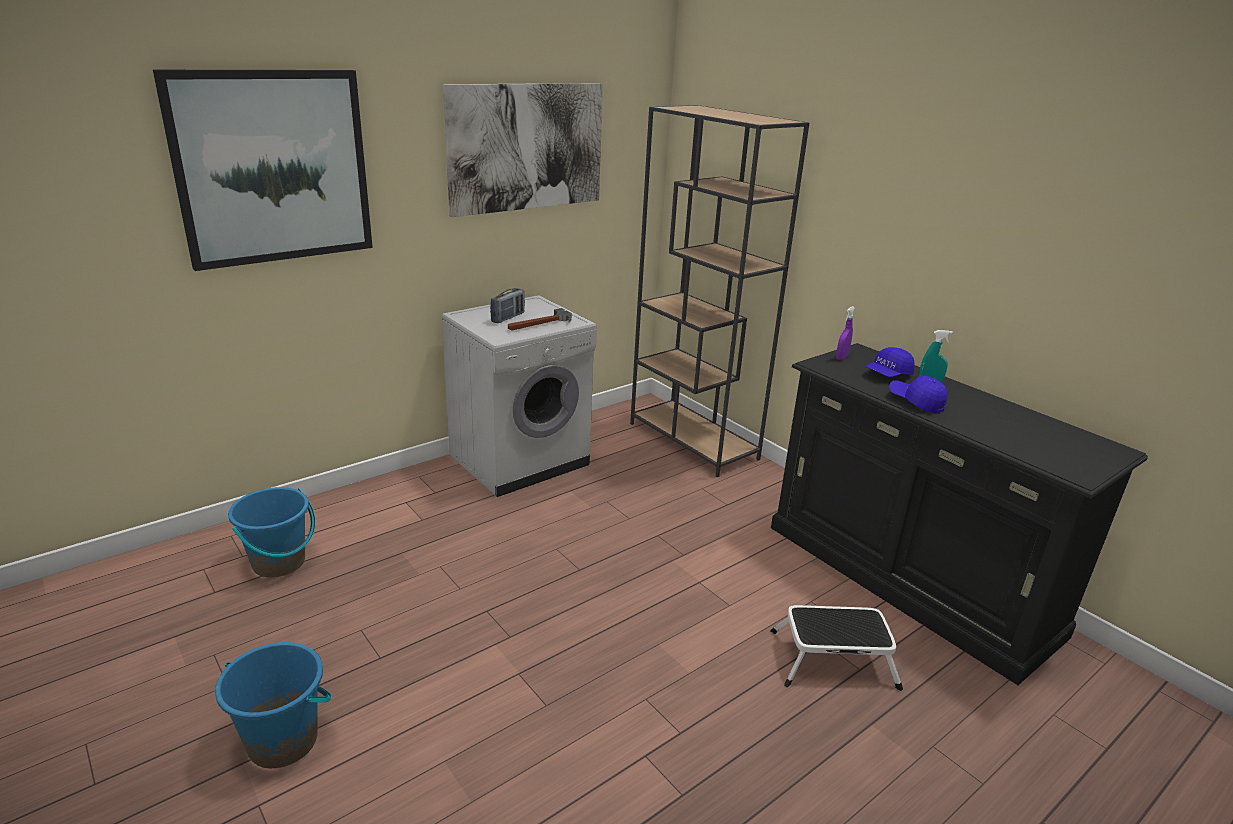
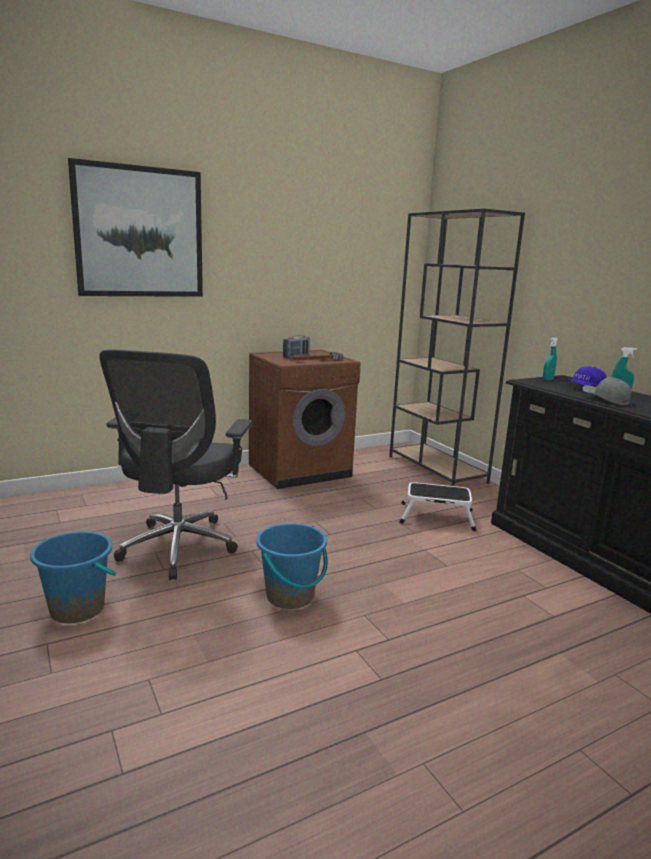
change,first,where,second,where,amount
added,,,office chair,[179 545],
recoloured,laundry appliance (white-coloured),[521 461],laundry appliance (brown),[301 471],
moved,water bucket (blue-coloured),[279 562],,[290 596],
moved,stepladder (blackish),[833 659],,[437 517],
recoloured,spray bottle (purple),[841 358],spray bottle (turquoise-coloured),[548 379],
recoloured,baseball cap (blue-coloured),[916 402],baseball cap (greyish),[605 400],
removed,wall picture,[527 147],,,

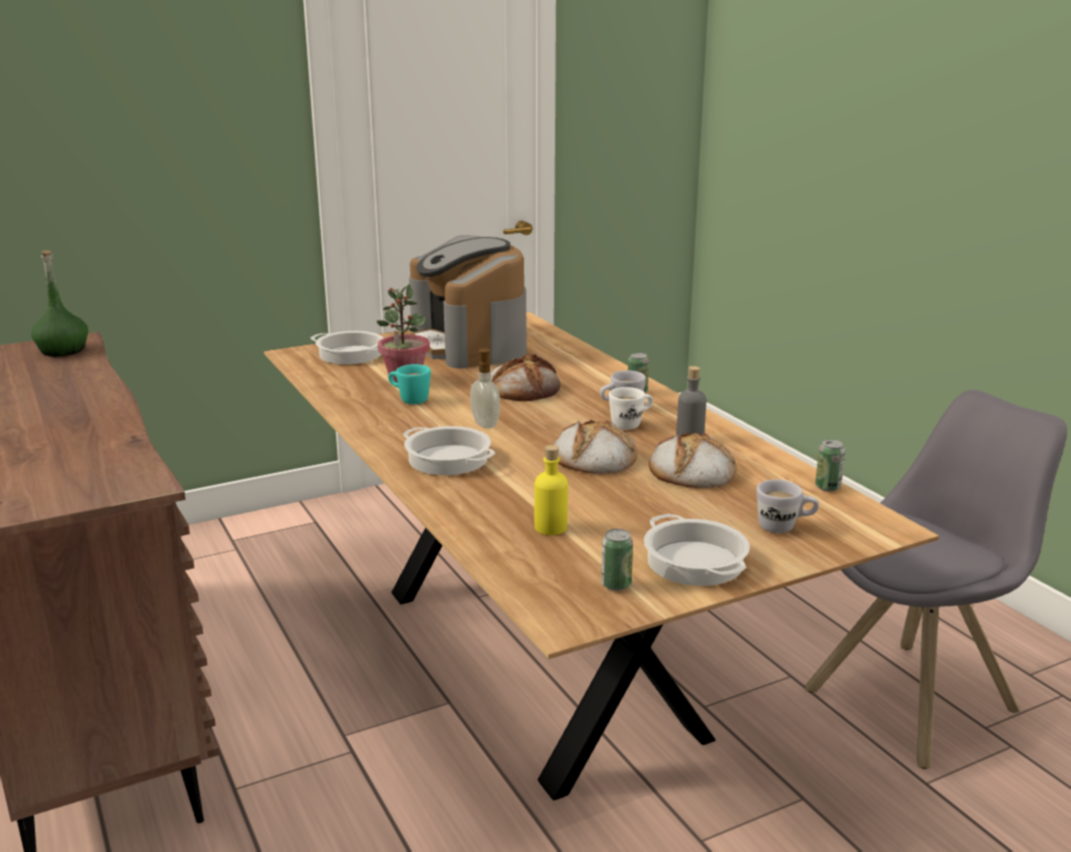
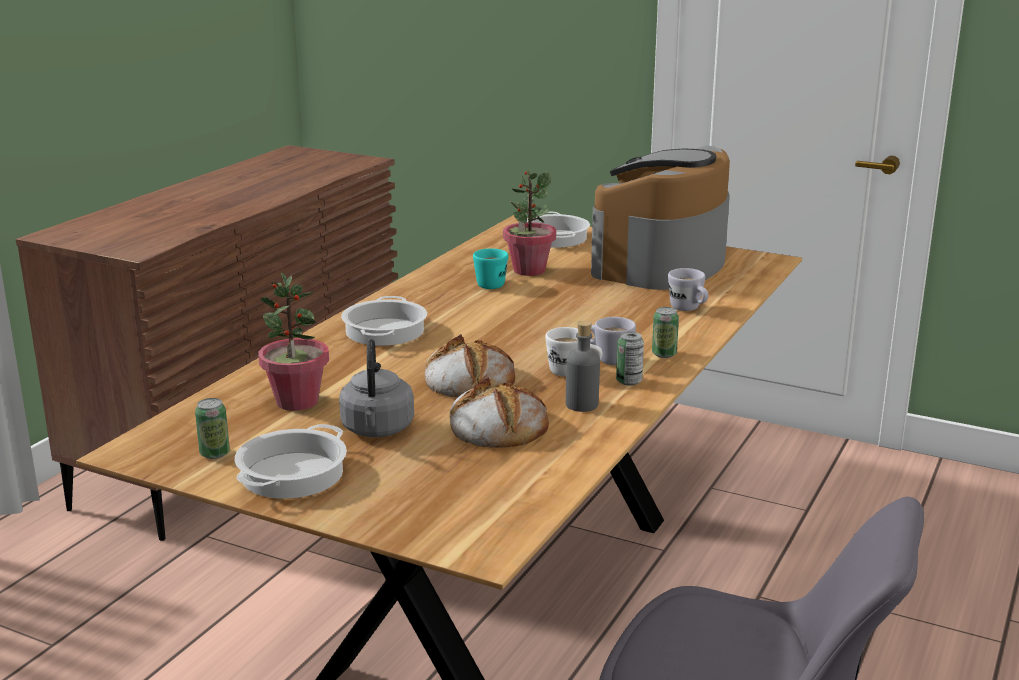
change,first,where,second,where,amount
replaced,drink bottle (yellow-coloured),[550 527],plant in a pot,[297 402],
added,,,kettle (greyish),[377 430],
moved,sealed can,[827 487],,[629 381],
moved,mug (white-coloured),[784 527],,[689 309],
removed,drink bottle (greenish),[63 350],,,
removed,liquid soap bottle,[484 424],,,
removed,baked bread,[524 388],,,

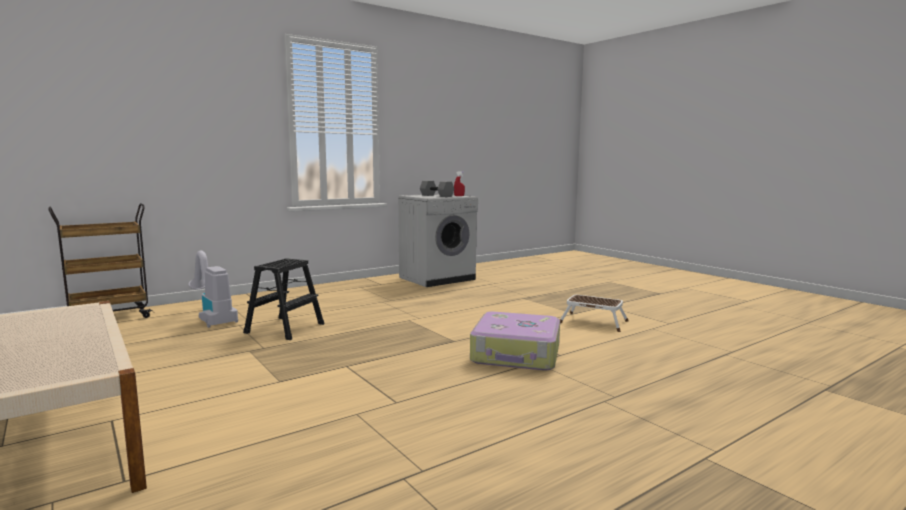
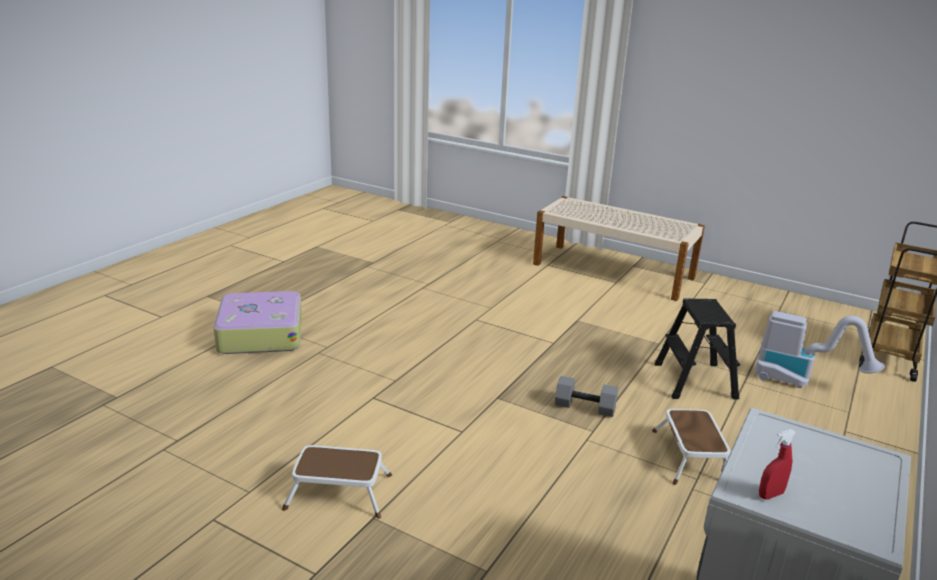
change,first,where,second,where,amount
moved,piece of luggage,[516 354],,[260 334],
moved,dumbbell (greyish),[436 196],,[585 406],
added,,,stepladder (brown),[691 457],

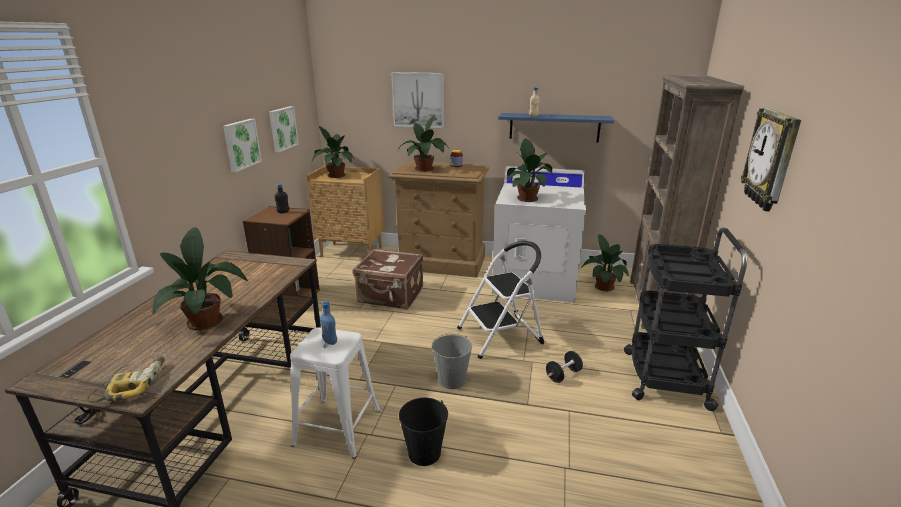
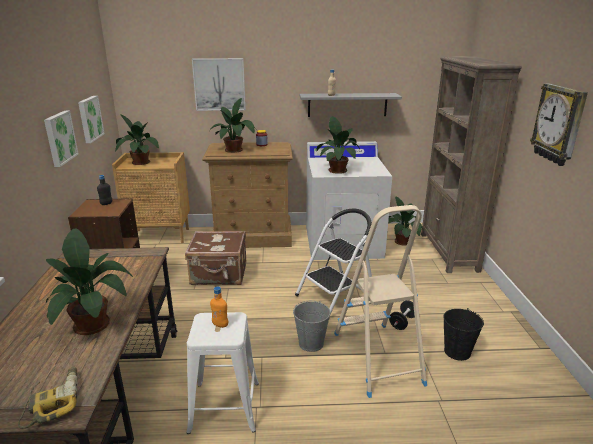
change,first,where,second,where,amount
recoloured,drink bottle (blue-coloured),[330 342],drink bottle (orange),[220 325],
recoloured,shelf (blue-coloured),[554 127],shelf (greyish),[347 105],
added,,,stepladder (sand-coloured),[376 356],
moved,water bucket (blackish),[424 452],,[457 351],
removed,wheeled cart (blackish),[665 378],,,

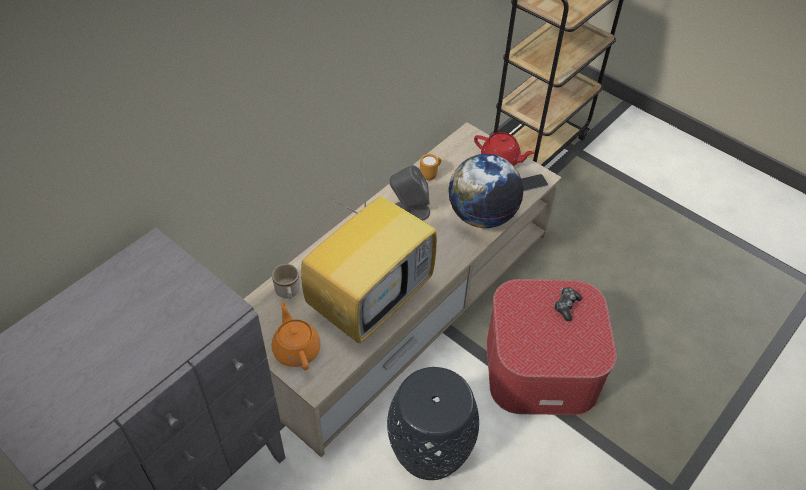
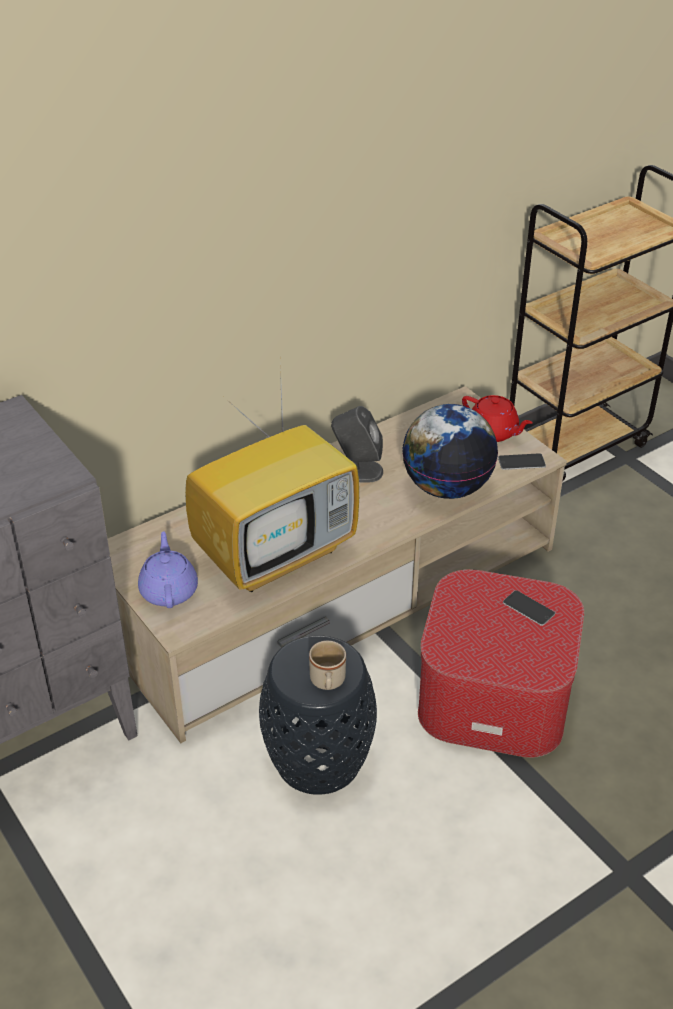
change,first,where,second,where,amount
recoloured,tea pot (orange),[296 349],tea pot (purple),[169 590],
moved,mug (sand-coloured),[288 293],,[327 683],
replaced,gamepad,[566 306],telephone,[528 608],
removed,mug (orange),[430 175],,,

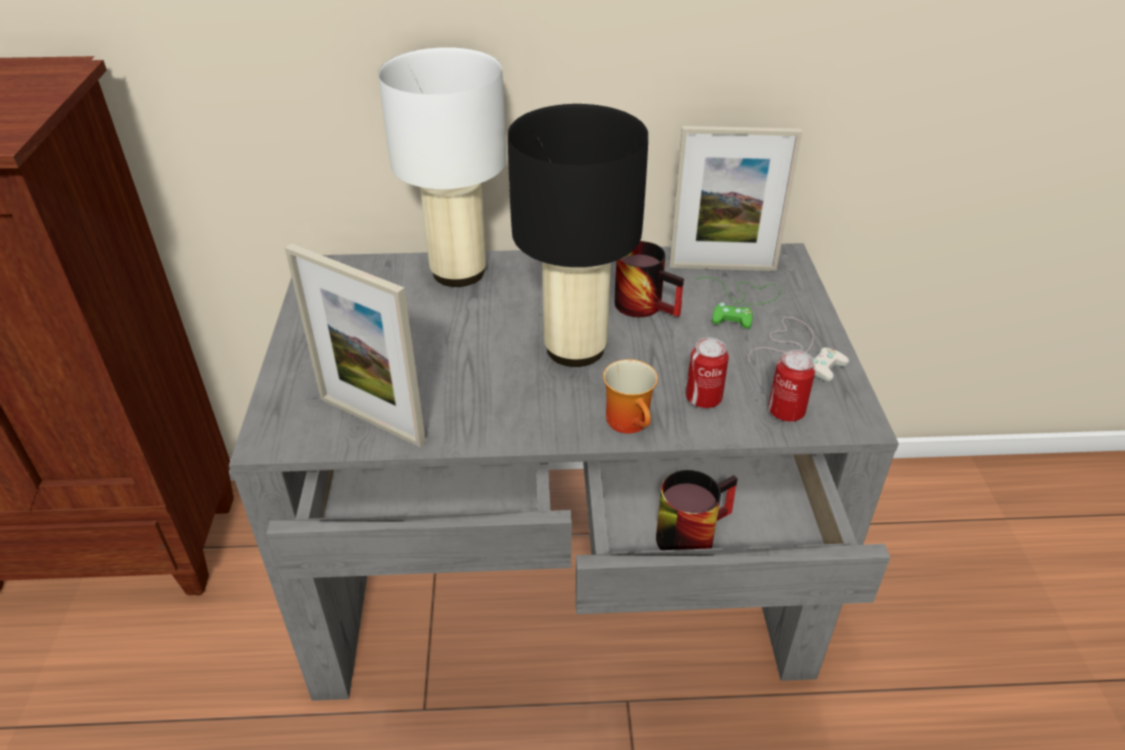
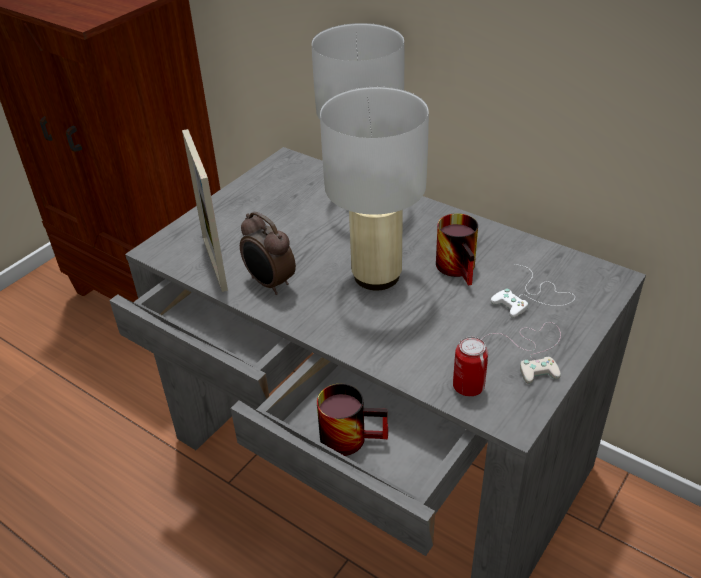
change,first,where,second,where,amount
added,,,table clock,[269 283],
recoloured,table lamp (blackish),[576 350],table lamp (white-coloured),[376 277],
recoloured,gamepad (greenish),[741 303],gamepad (white-coloured),[532 297],
removed,mug,[632 422],,,
removed,photo frame,[722 267],,,
removed,sealed can,[703 398],,,

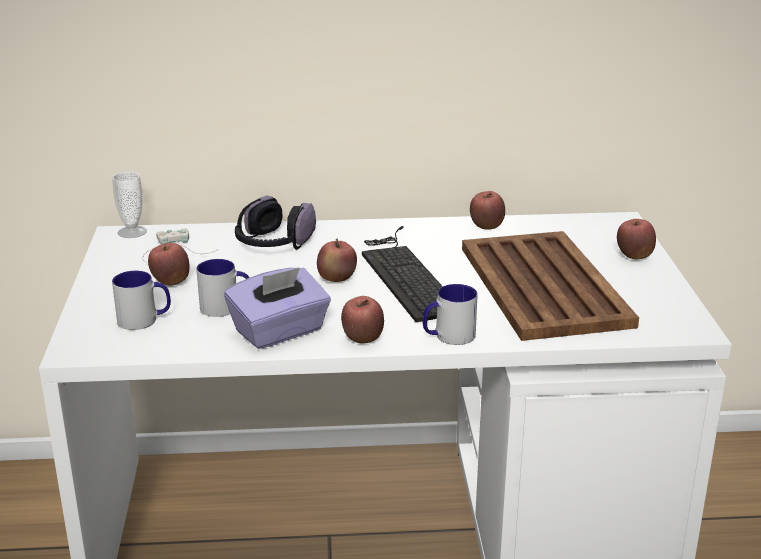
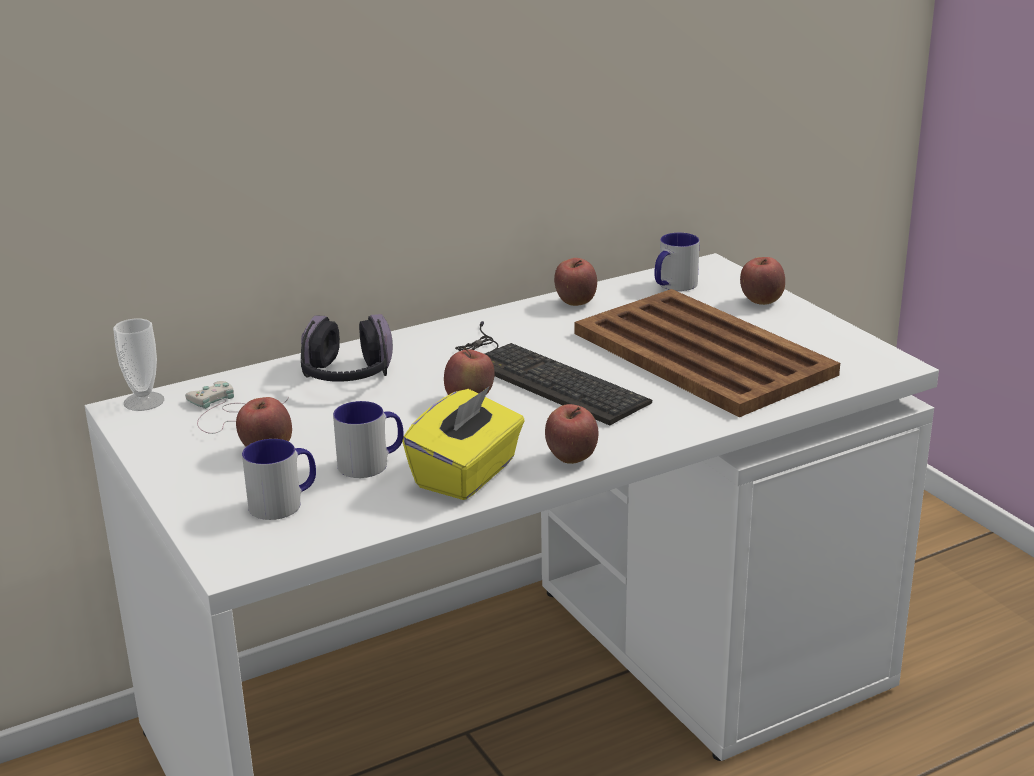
change,first,where,second,where,amount
recoloured,tissue holder (purple),[280 332],tissue holder (yellow-coloured),[467 474],
moved,mug,[448 336],,[673 286],

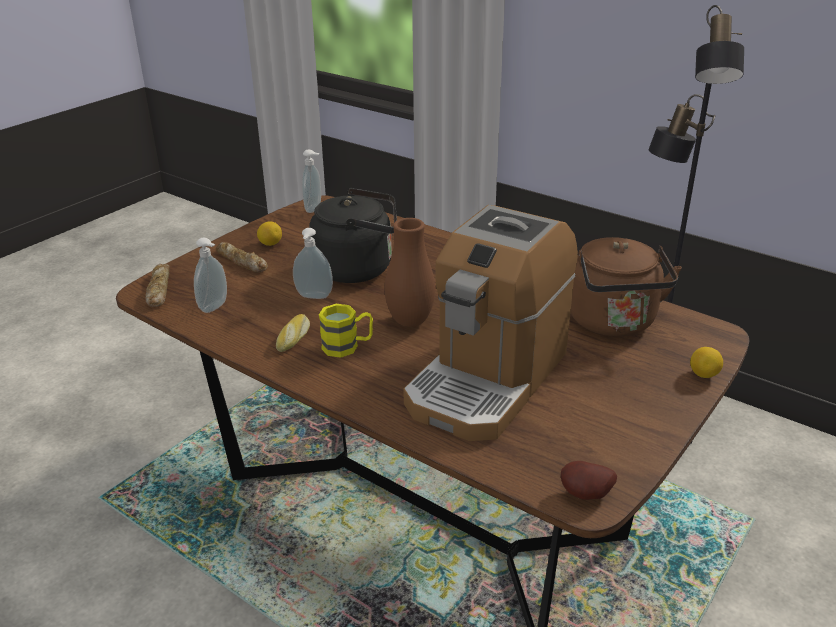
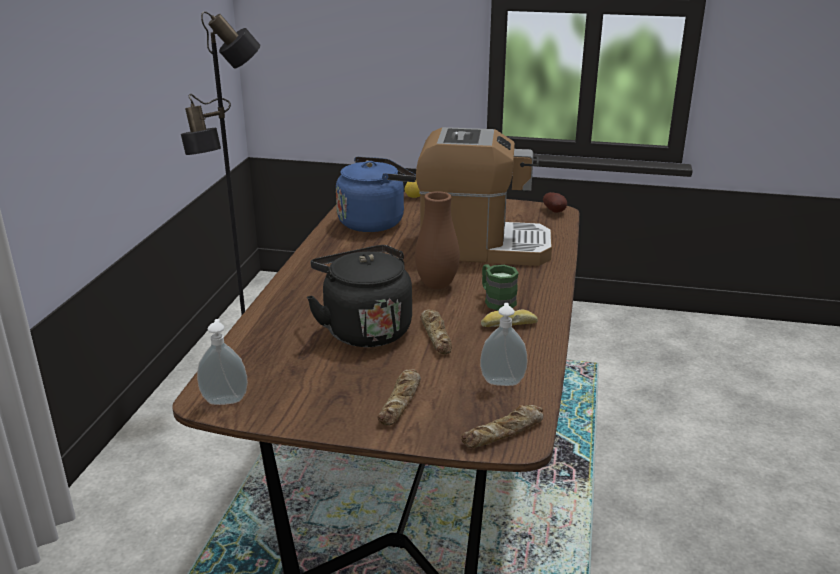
change,first,where,second,where,amount
recoloured,kettle (brown),[614 323],kettle (blue-coloured),[374 222],
replaced,liquid soap bottle,[313 297],baked bread,[437 336],
recoloured,mug (yellow-coloured),[347 346],mug (greenish),[496 300],
removed,lemon,[270 244],,,

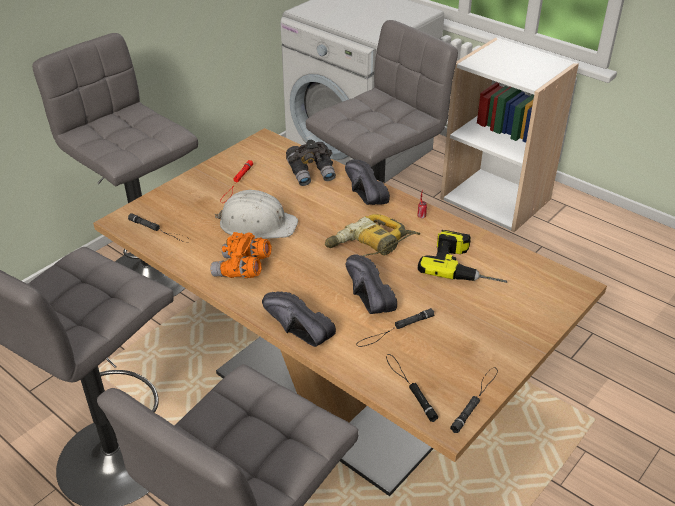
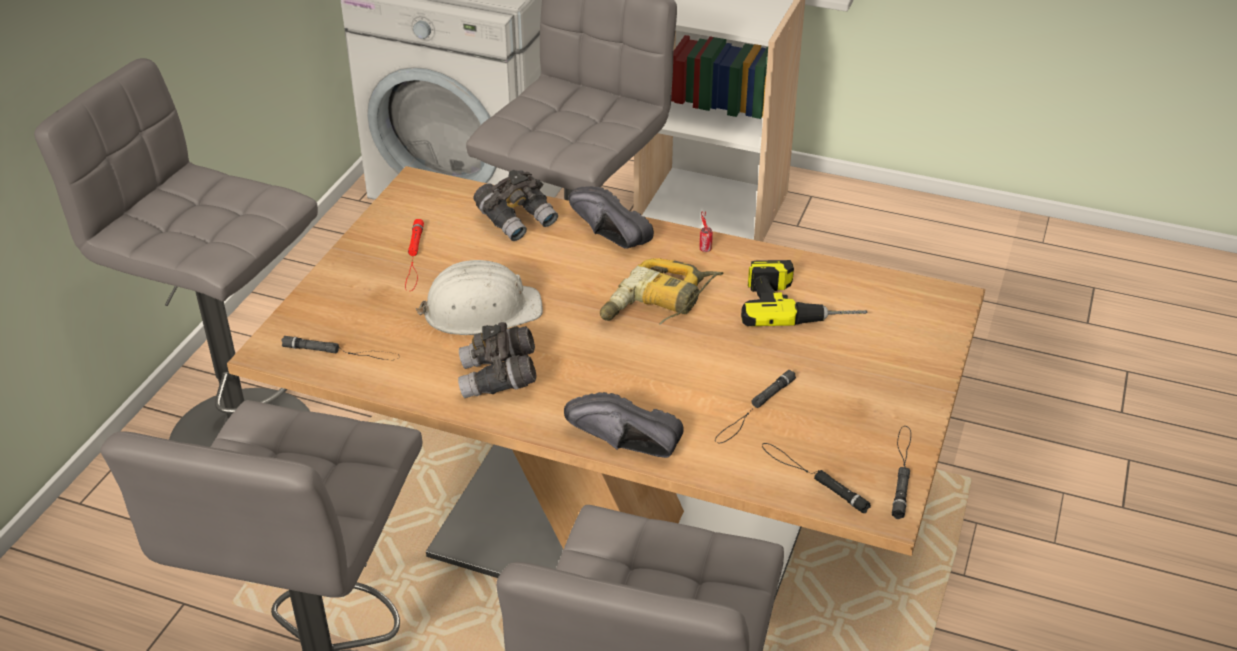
change,first,where,second,where,amount
recoloured,pair of binoculars (orange),[242 269],pair of binoculars (greyish),[499 379],
removed,item of footwear (blackish),[364 296],,,

